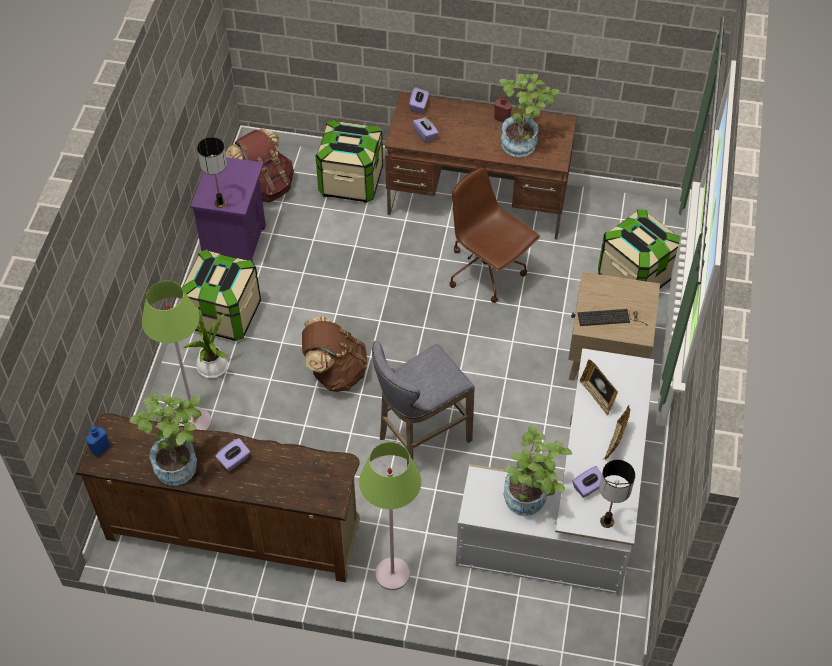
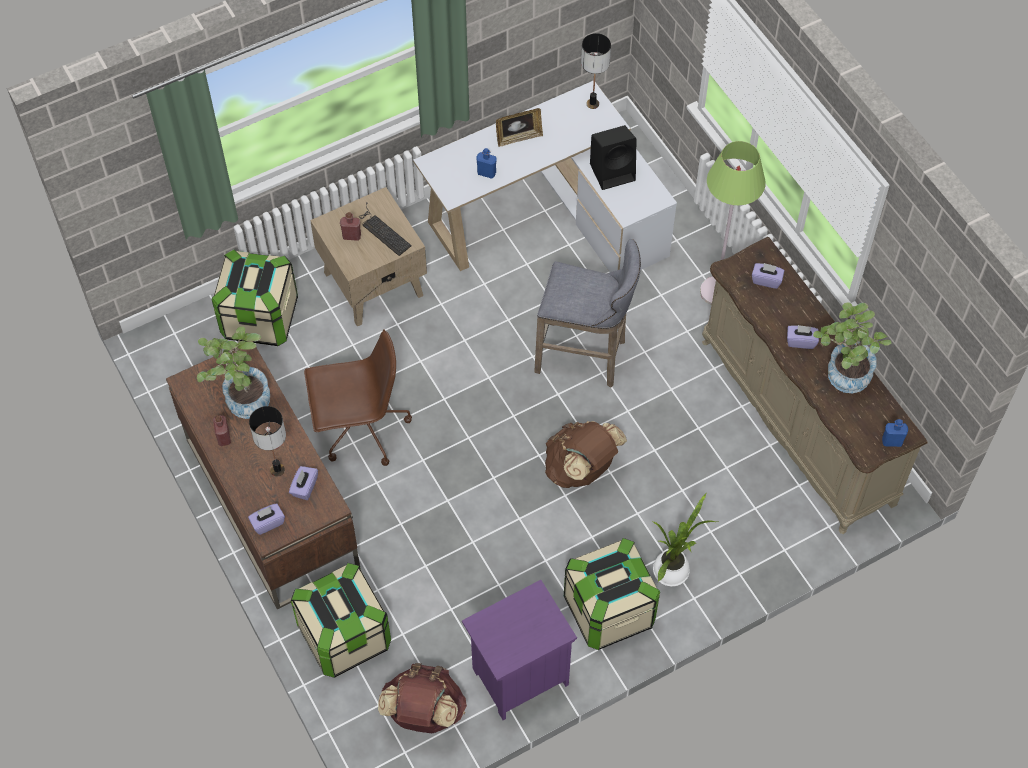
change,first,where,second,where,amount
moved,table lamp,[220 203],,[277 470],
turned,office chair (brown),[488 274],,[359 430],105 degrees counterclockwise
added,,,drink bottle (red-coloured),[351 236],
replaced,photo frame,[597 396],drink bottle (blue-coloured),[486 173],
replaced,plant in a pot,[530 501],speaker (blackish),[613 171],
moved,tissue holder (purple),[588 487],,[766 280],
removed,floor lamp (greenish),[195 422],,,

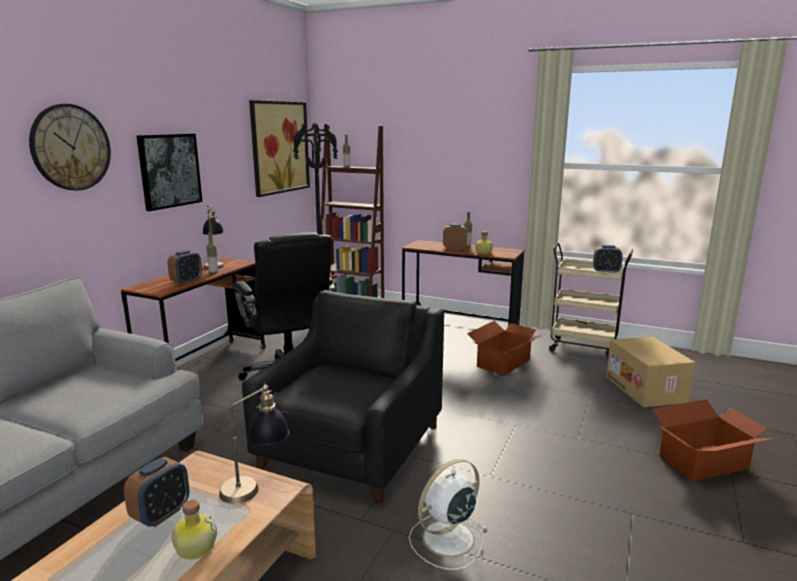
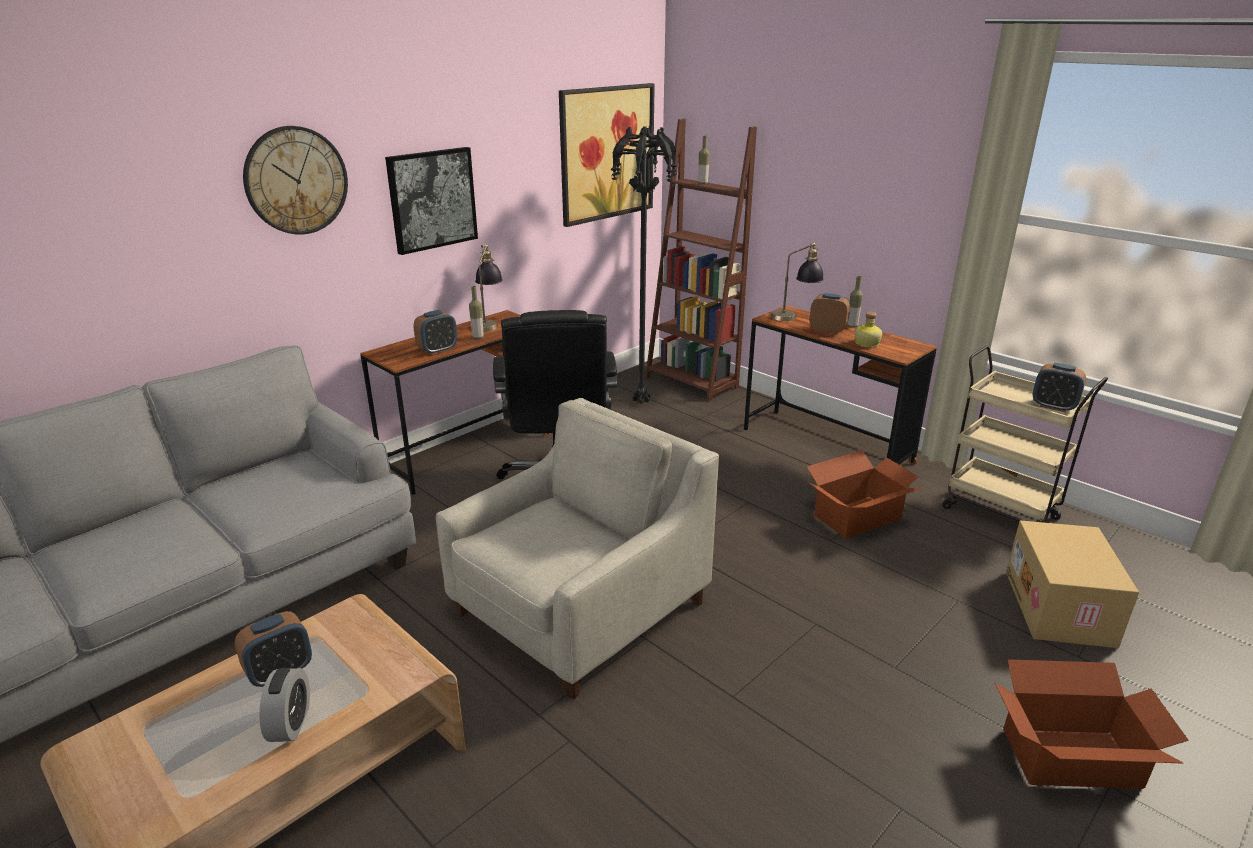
change,first,where,second,where,amount
replaced,drink bottle,[195 546],table clock,[290 723],
recoloured,lounge chair (blackish),[350 449],lounge chair (sand-coloured),[577 610],
moved,table lamp,[256 488],,[794 317],
removed,cooling fan (white-coloured),[446 539],,,

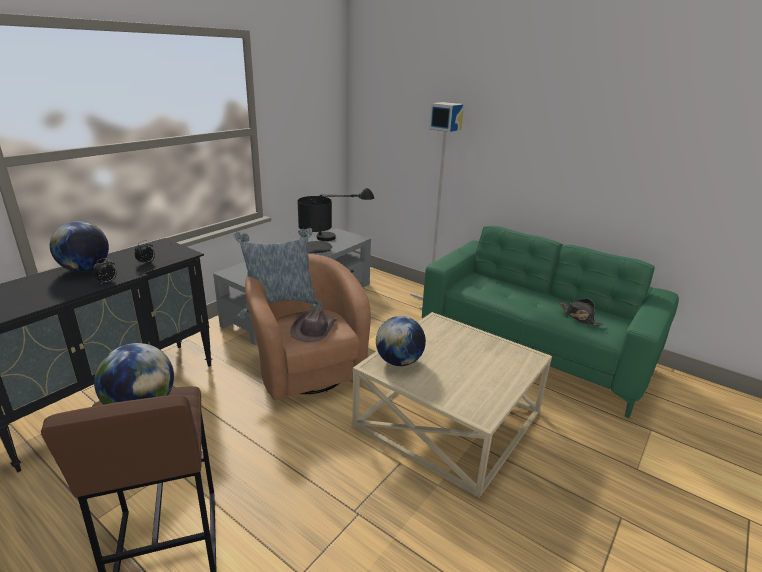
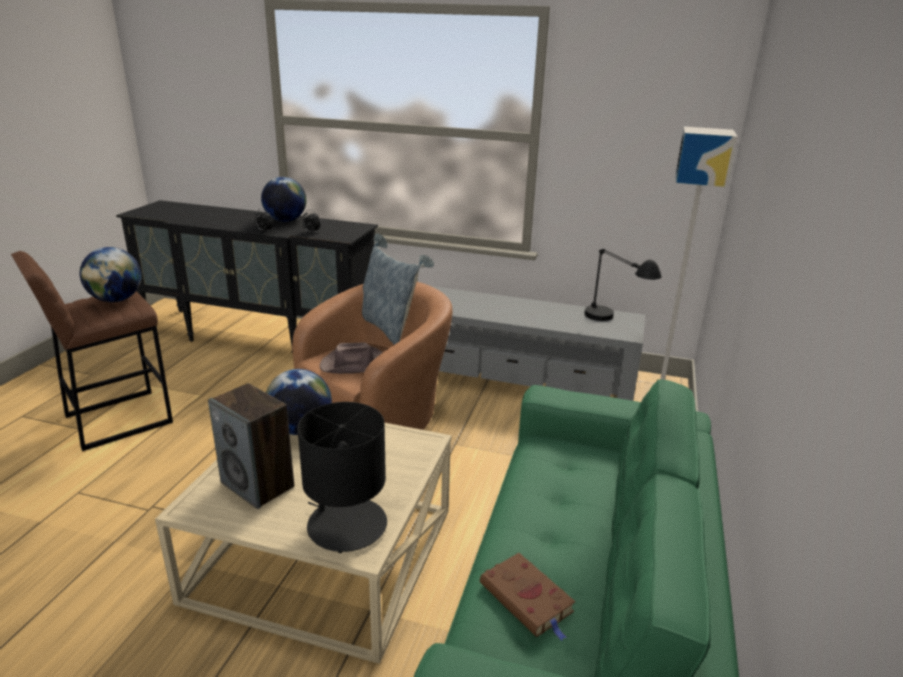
change,first,where,second,where,amount
added,,,speaker,[258 485],
moved,table lamp (blackish),[315 248],,[346 525],
replaced,clothing hat (blackish),[579 317],volume (brown),[528 600],

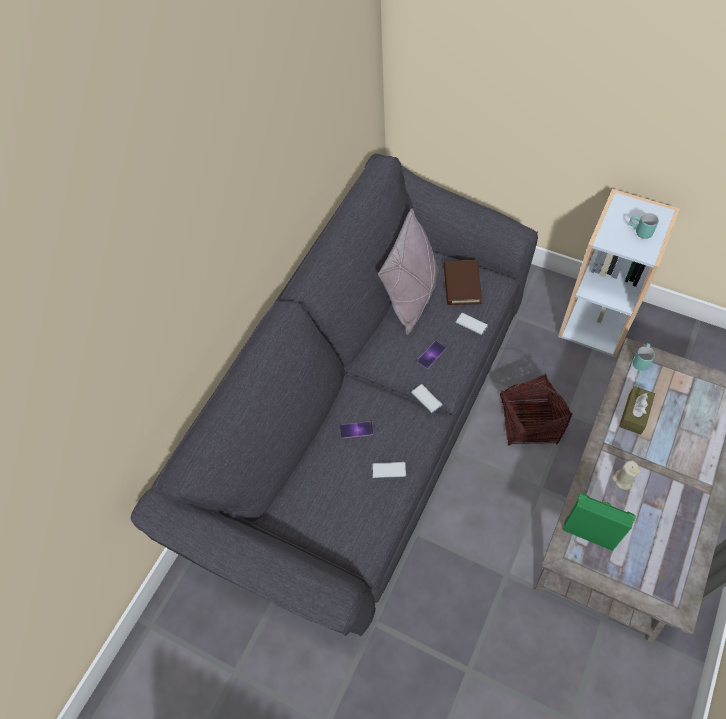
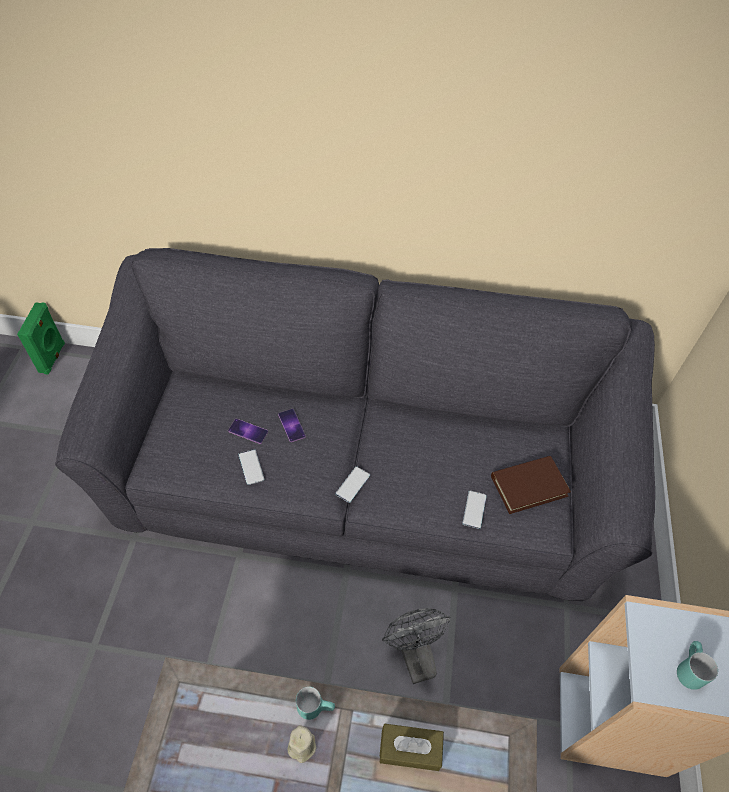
change,first,where,second,where,amount
moved,speaker (greenish),[589 533],,[53 357],
moved,telephone,[431 355],,[248 431],
moved,mug (turquoise-coloured),[640 360],,[315 706],
replaced,basket,[529 423],cooling fan (greyish),[413 654],
removed,throw pillow (purple),[412 298],,,

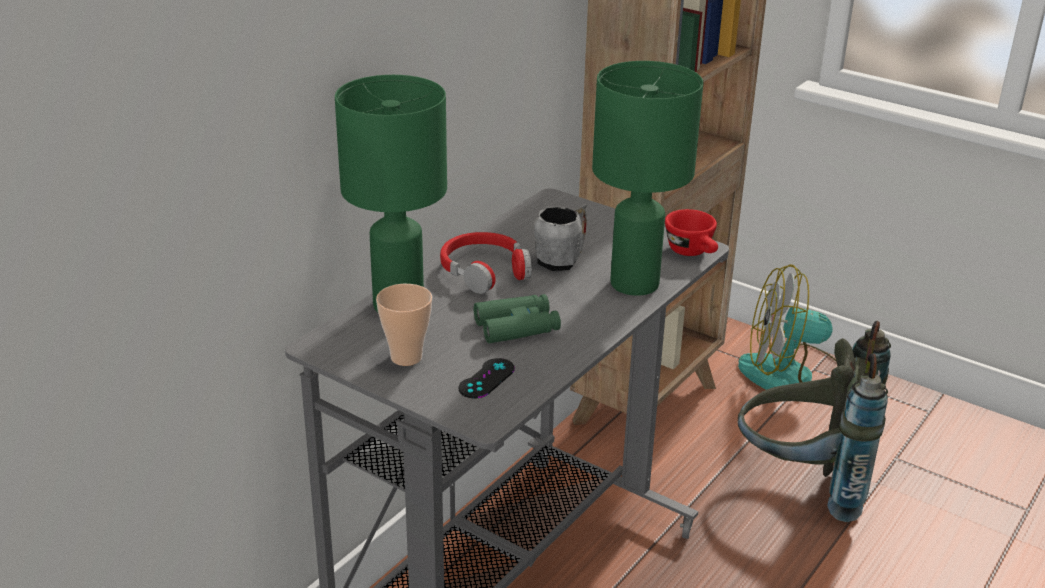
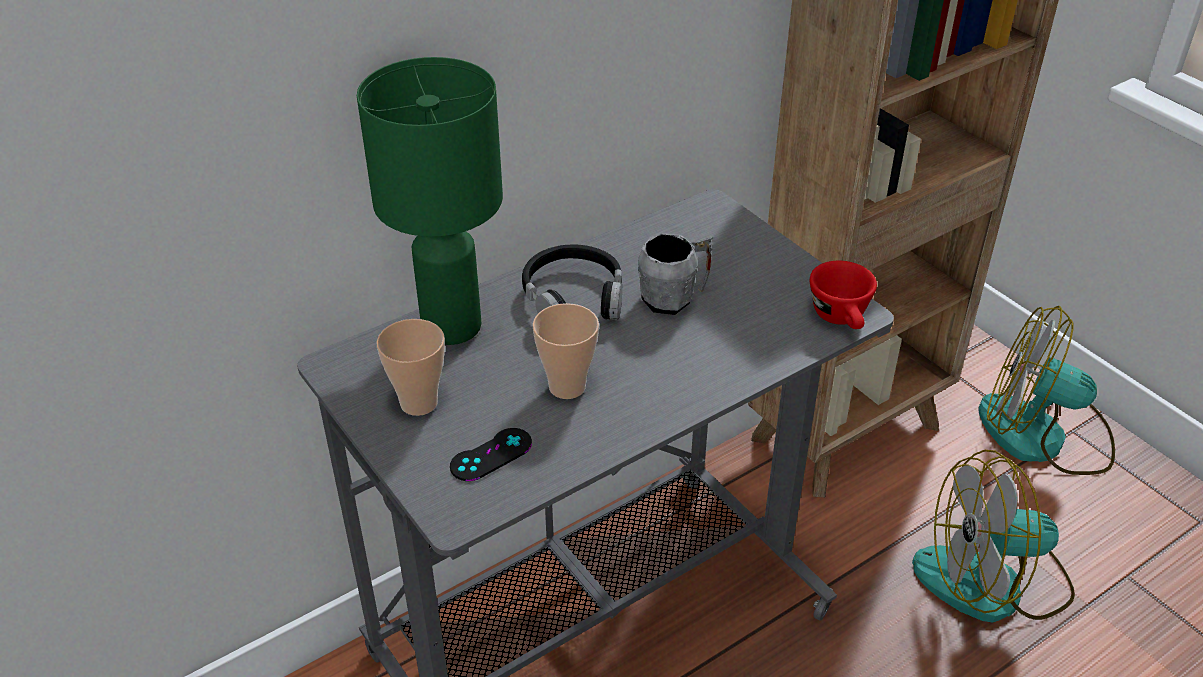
change,first,where,second,where,amount
recoloured,headphones (red-coloured),[484 271],headphones (blackish),[574 297],
replaced,pair of binoculars (greenish),[517 327],cup,[567 387],
replaced,knapsack (greyish),[803 483],cooling fan,[992 582],
removed,table lamp (greenish),[635 284],,,

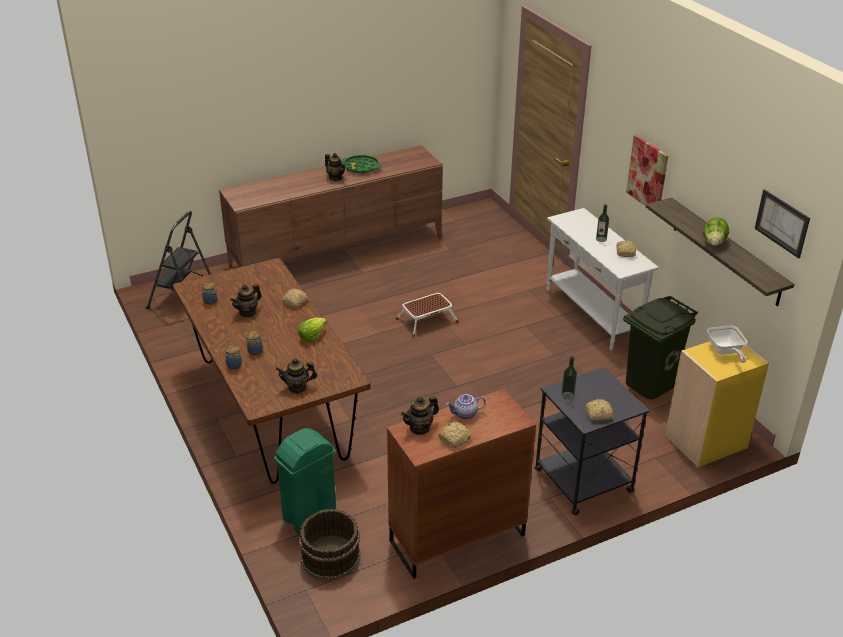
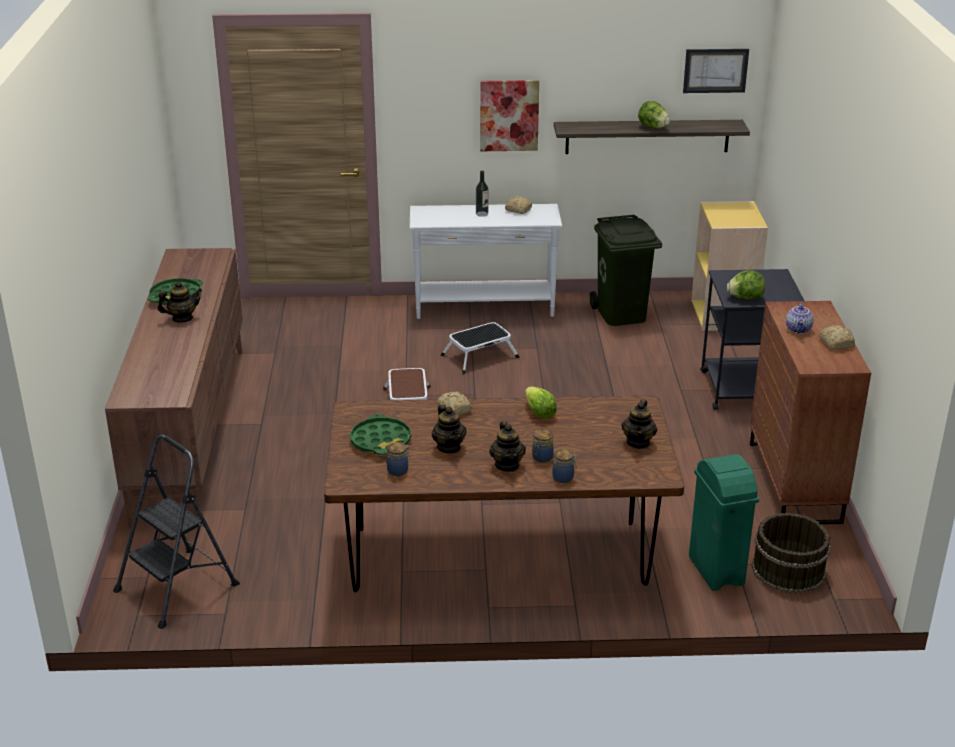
change,first,where,second,where,amount
added,,,carrying tray (greenish),[381 441],
added,,,stepladder (blackish),[480 356],
moved,tea pot,[420 428],,[507 465],
replaced,drink bottle,[567 395],lettuce head,[745 298],
removed,baked bread,[597 414],,,
removed,frying pan,[725 352],,,

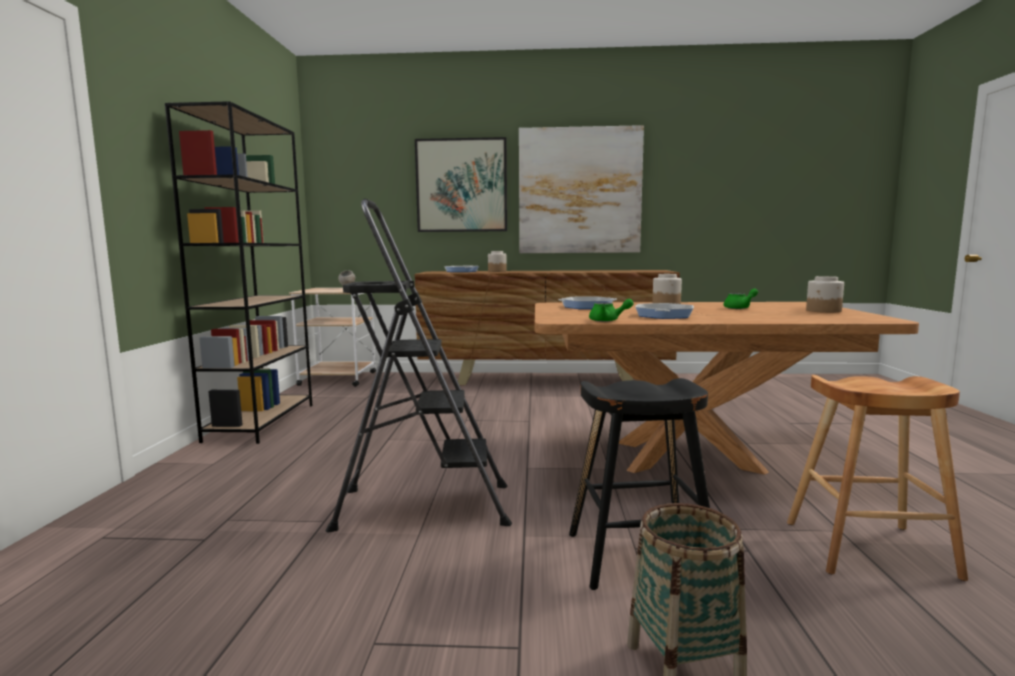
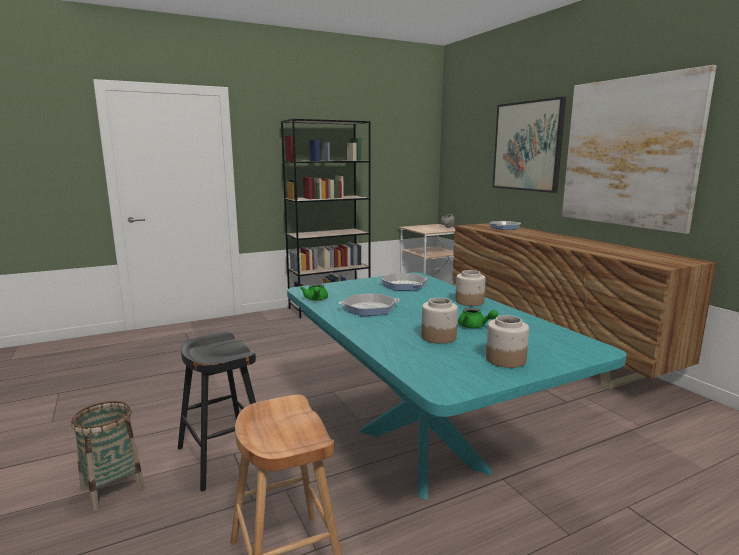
change,first,where,second,where,amount
recoloured,dinner table (brown),[687 457],dinner table (turquoise-coloured),[421 450],
moved,preserve jar,[497 271],,[439 337],
removed,stepladder,[421 506],,,

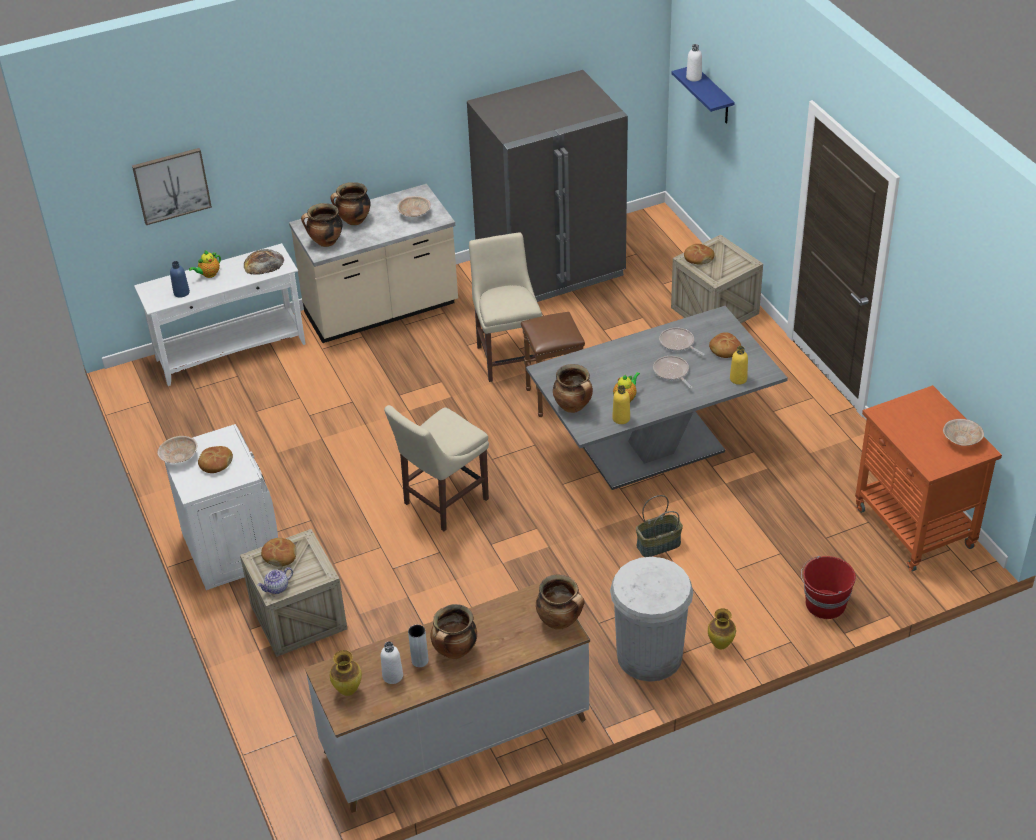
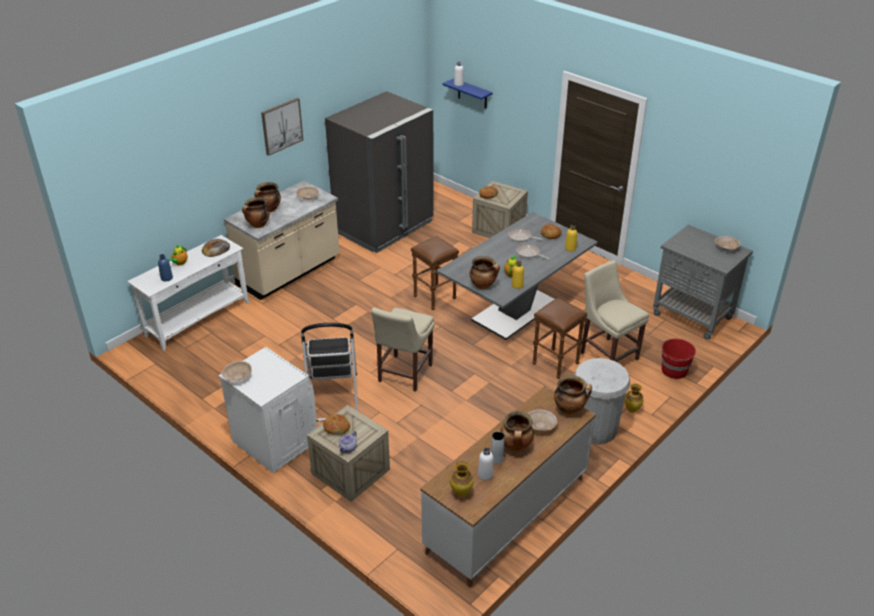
change,first,where,second,where,amount
moved,wall picture,[171 185],,[281 126],
added,,,stepladder,[333 398],
added,,,serving bowl (sand-coloured),[541 426],
replaced,basket,[658 545],stool (brown),[555 364],
moved,chair (sand-coloured),[508 356],,[607 354],
recoloured,wheeled cart (orange),[914 529],wheeled cart (greyish),[692 317],
removed,baked bread,[215 463],,,

